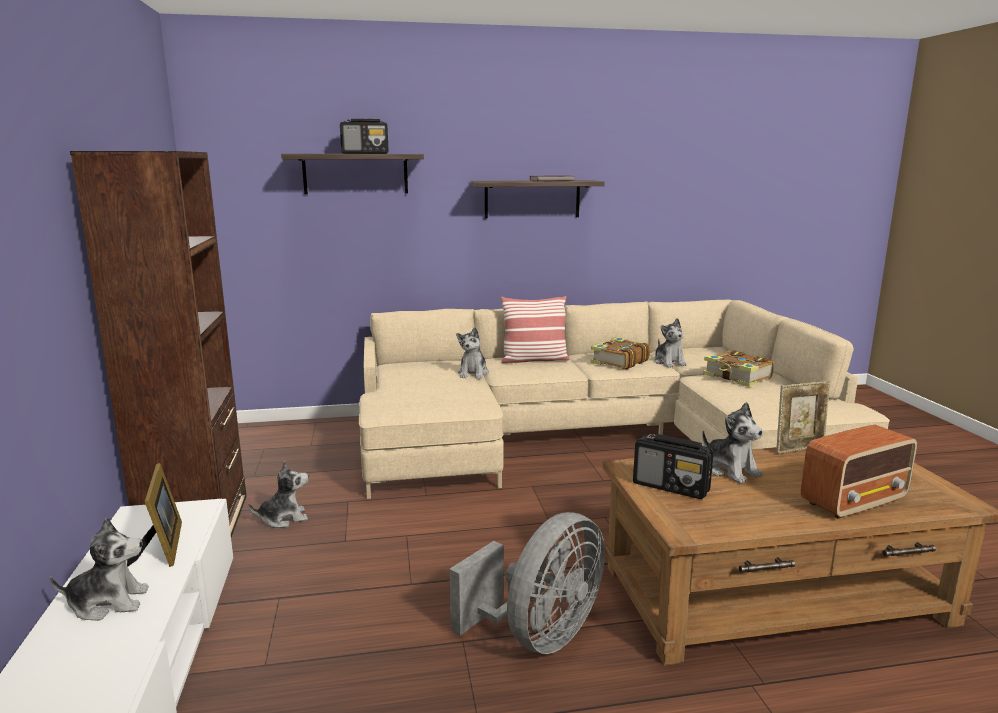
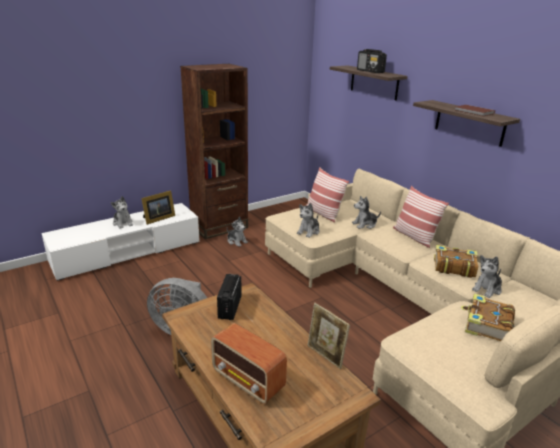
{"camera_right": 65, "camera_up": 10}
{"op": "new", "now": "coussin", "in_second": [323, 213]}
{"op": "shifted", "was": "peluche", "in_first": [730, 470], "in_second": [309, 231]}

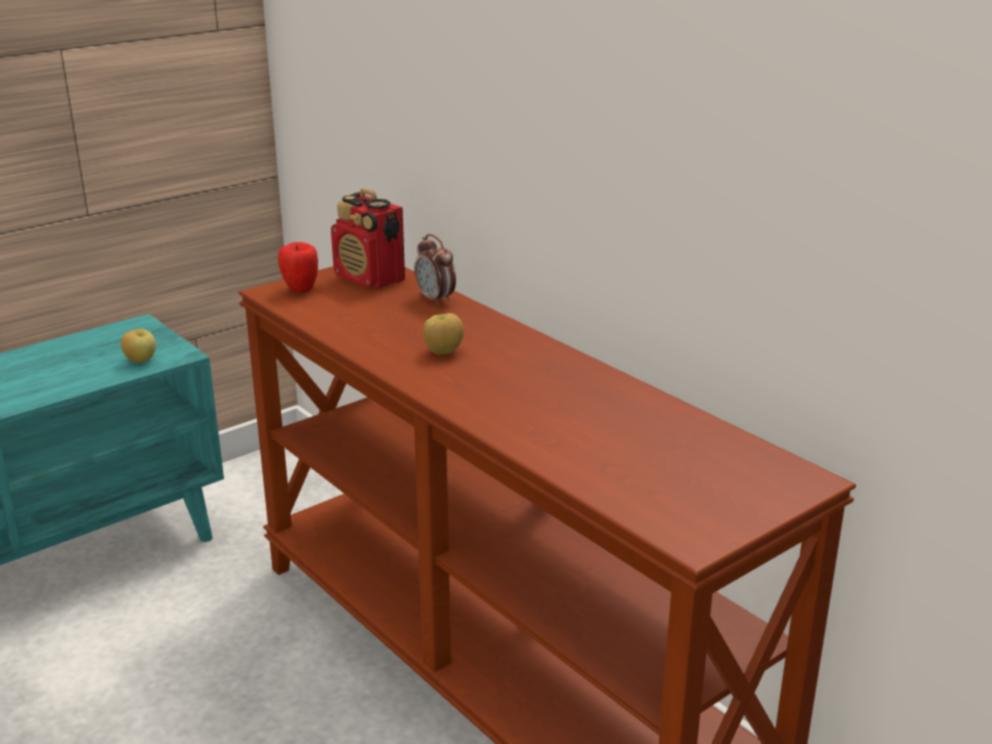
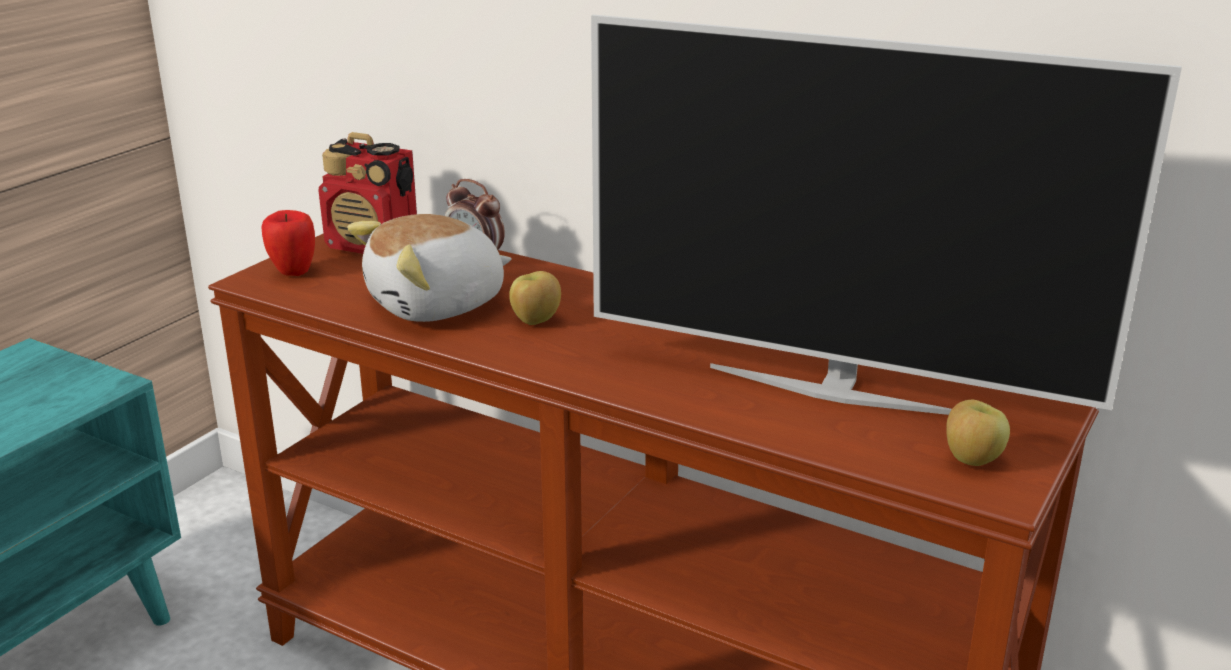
{"camera_right": -20, "camera_up": 0}
{"op": "new", "now": "peluche", "in_second": [438, 305]}
{"op": "new", "now": "téléviseur", "in_second": [836, 389]}
{"op": "shifted", "was": "pomme", "in_first": [141, 361], "in_second": [971, 460]}

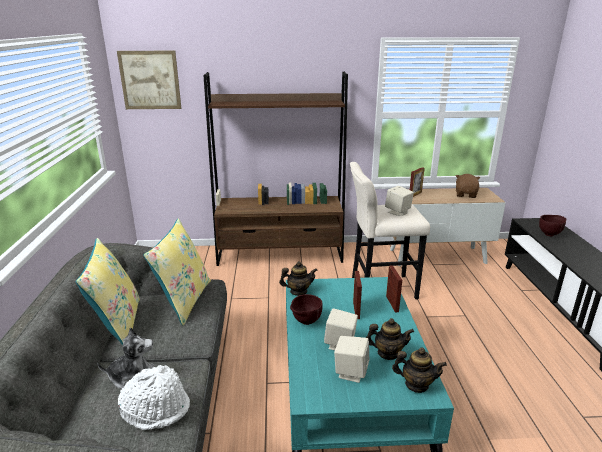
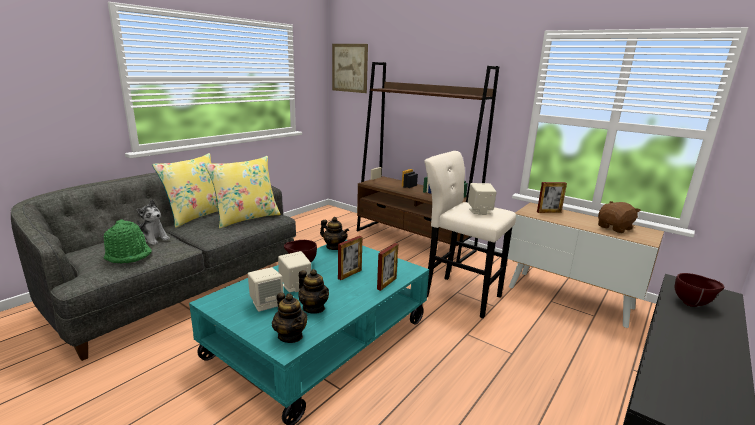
{"camera_right": 40, "camera_up": -5}
{"op": "repainted", "was": "chapeau (blanc)", "now": "chapeau (vert)", "in_first": [156, 409], "in_second": [128, 255]}

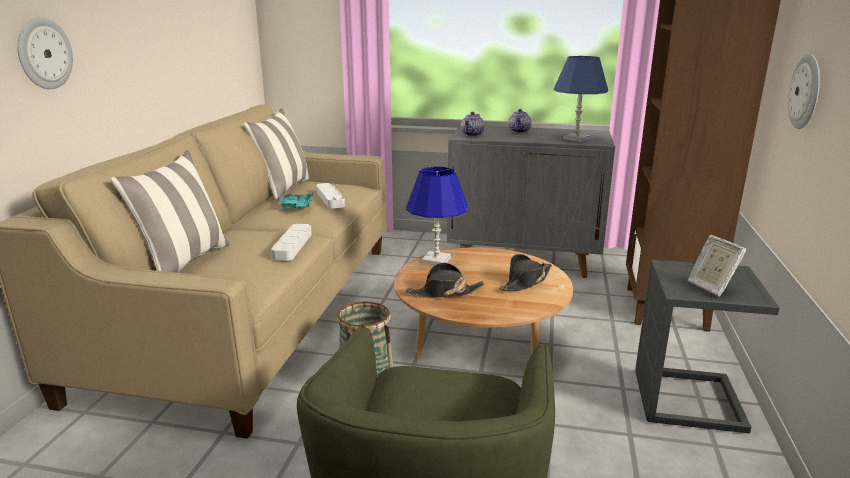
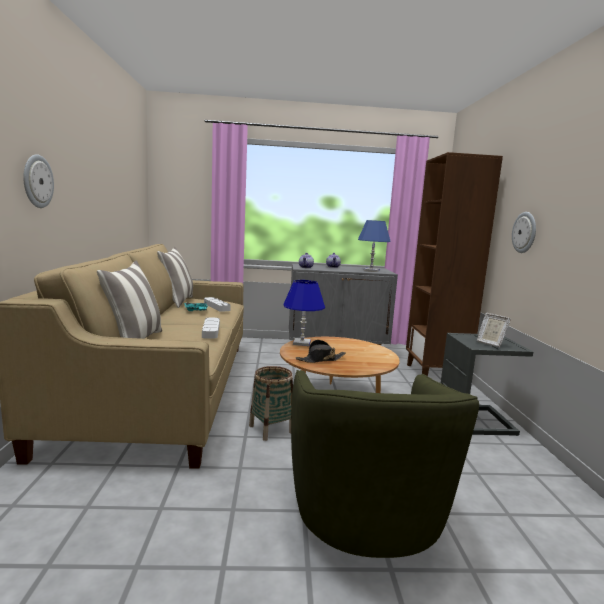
{"camera_right": -15, "camera_up": -10}
{"op": "gone", "was": "chapeau (noir)", "in_first": [525, 282]}

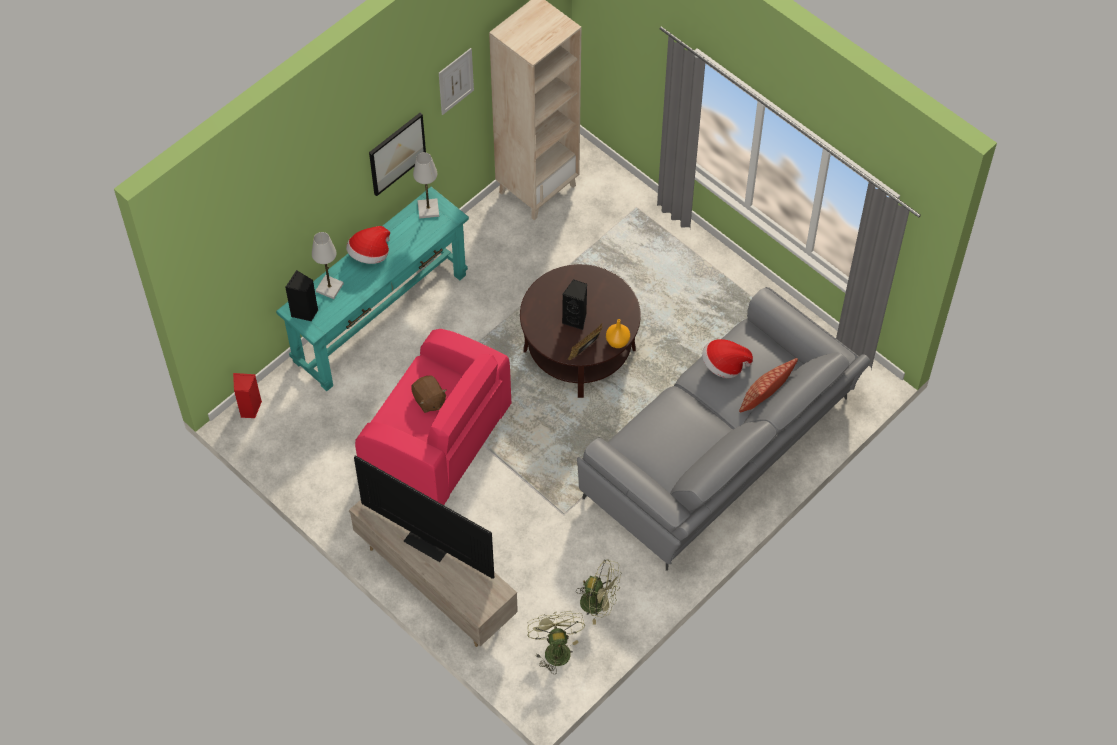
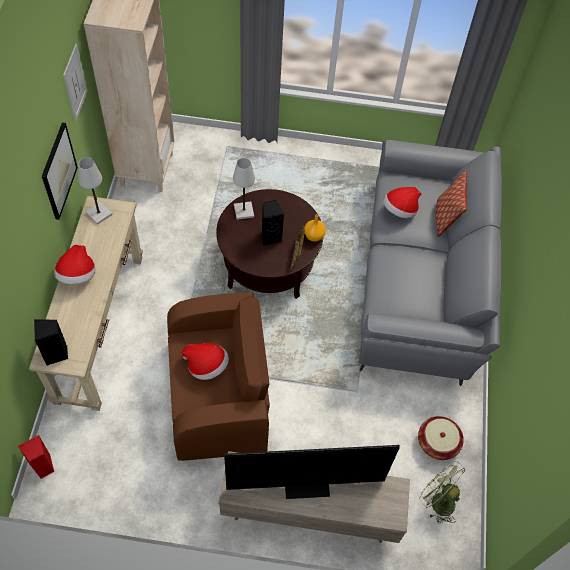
{"camera_right": -40, "camera_up": 0}
{"op": "shifted", "was": "lampe de table (blanc)", "in_first": [329, 287], "in_second": [243, 211]}
{"op": "swapped", "was": "peluche (marron)", "now": "chapeau", "in_first": [429, 400], "in_second": [206, 366]}
{"op": "swapped", "was": "ventilateur (vert)", "now": "panier", "in_first": [599, 603], "in_second": [437, 442]}
{"op": "repainted", "was": "table console (turquoise)", "now": "table console (beige)", "in_first": [380, 318], "in_second": [100, 327]}
{"op": "repainted", "was": "fauteuil (rose)", "now": "fauteuil (marron)", "in_first": [437, 442], "in_second": [219, 396]}

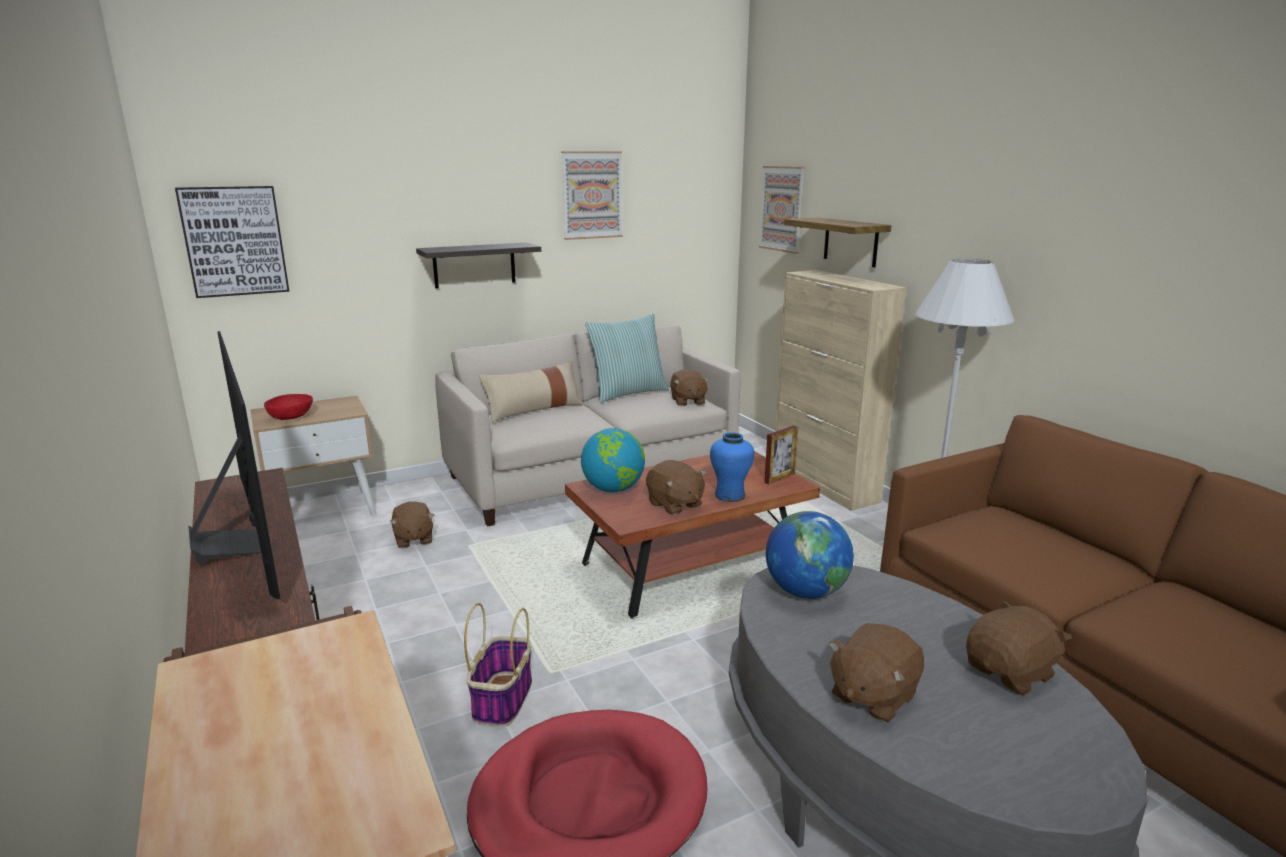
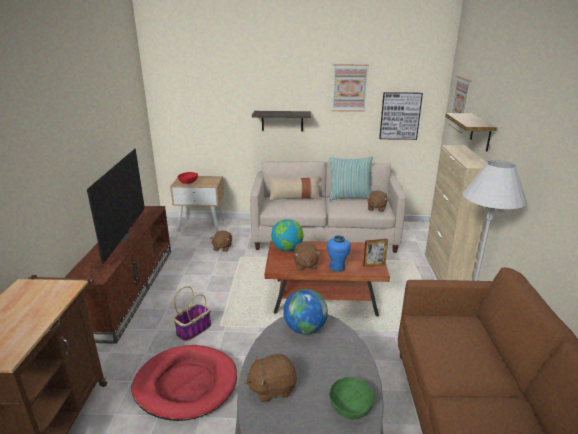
{"camera_right": 30, "camera_up": 5}
{"op": "shifted", "was": "tableau", "in_first": [234, 241], "in_second": [400, 116]}
{"op": "swapped", "was": "peluche (marron)", "now": "bol (vert)", "in_first": [1010, 673], "in_second": [350, 407]}

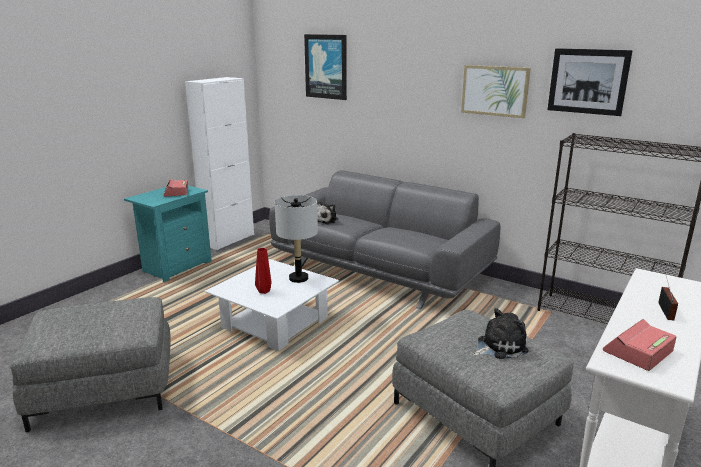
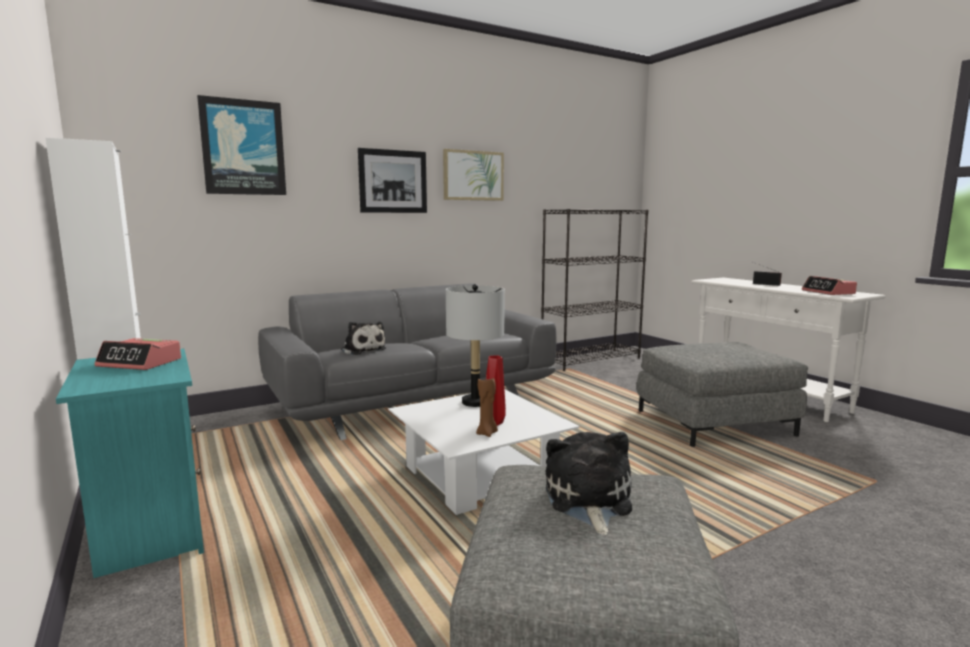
{"camera_right": -65, "camera_up": -10}
{"op": "new", "now": "bougie (marron)", "in_second": [487, 433]}
{"op": "shifted", "was": "peluche", "in_first": [499, 346], "in_second": [588, 501]}
{"op": "shifted", "was": "tableau", "in_first": [588, 81], "in_second": [393, 181]}

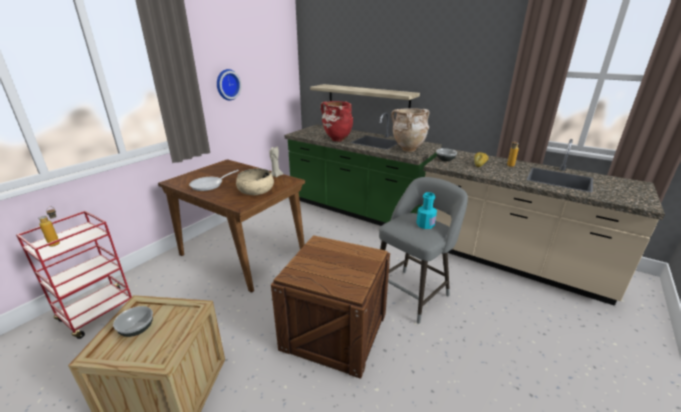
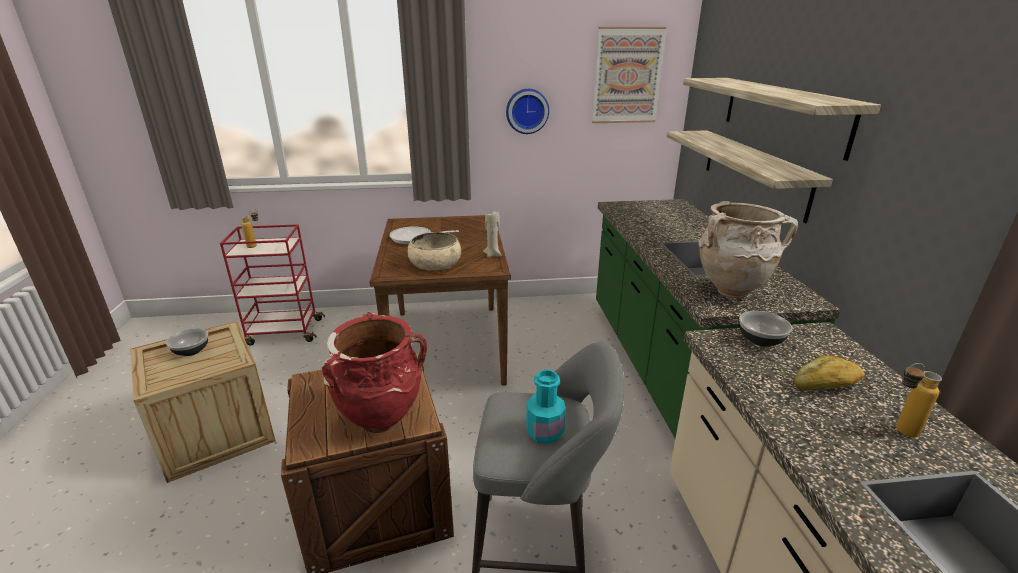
{"camera_right": 50, "camera_up": 0}
{"op": "new", "now": "tableau", "in_second": [627, 76]}
{"op": "new", "now": "étagère", "in_second": [782, 113]}
{"op": "shifted", "was": "vase (rouge)", "in_first": [337, 140], "in_second": [381, 420]}

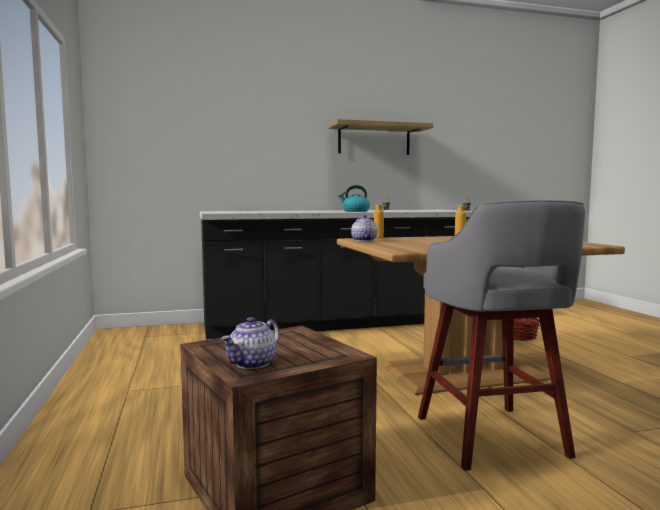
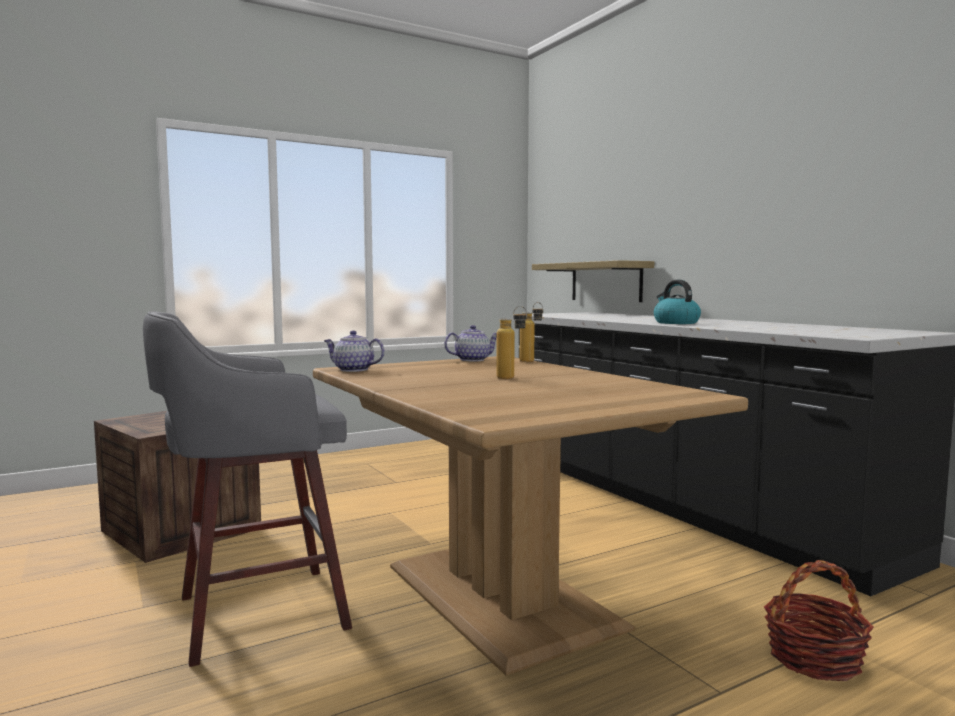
{"camera_right": 75, "camera_up": 0}
{"op": "shifted", "was": "théière", "in_first": [252, 364], "in_second": [353, 370]}
{"op": "shifted", "was": "étagère", "in_first": [374, 140], "in_second": [606, 282]}

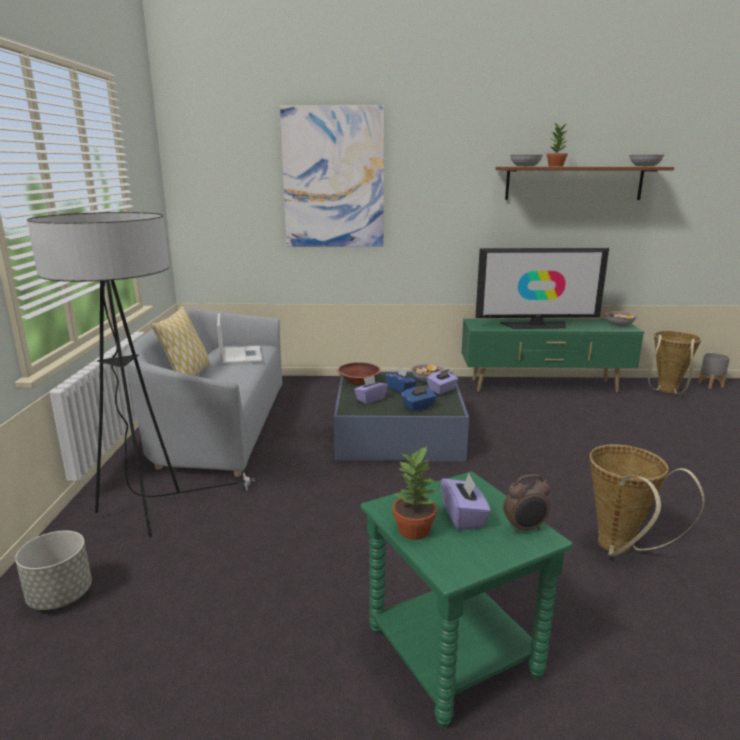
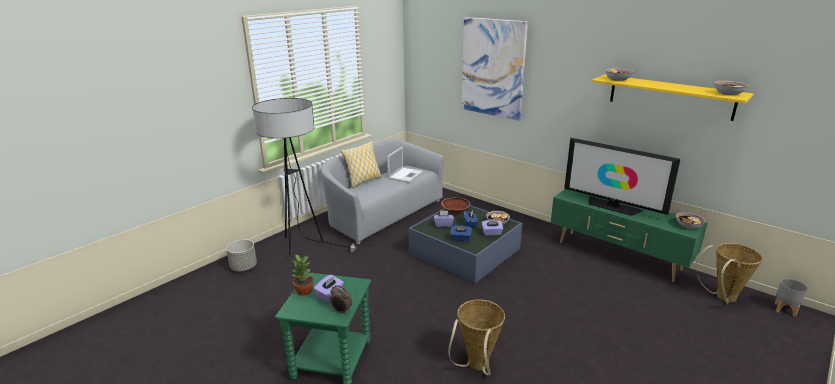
{"camera_right": 40, "camera_up": 5}
{"op": "gone", "was": "plante en pot", "in_first": [555, 166]}
{"op": "repainted", "was": "étagère (marron)", "now": "étagère (jaune)", "in_first": [574, 183], "in_second": [670, 96]}

